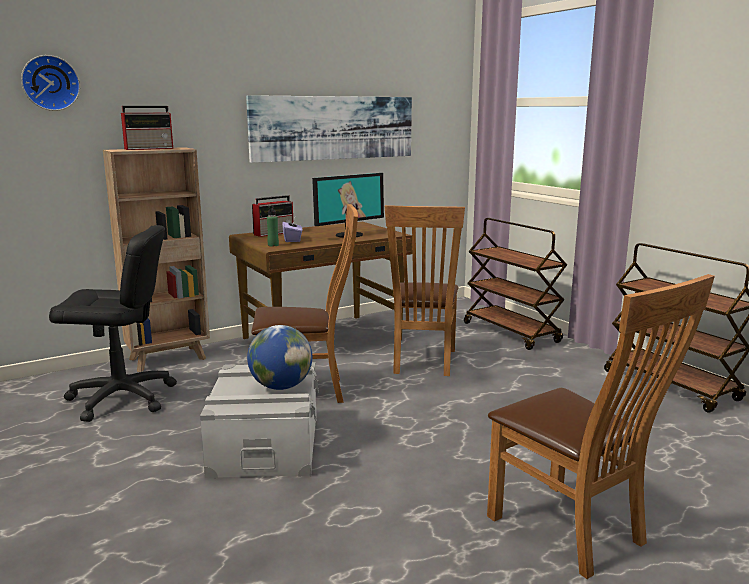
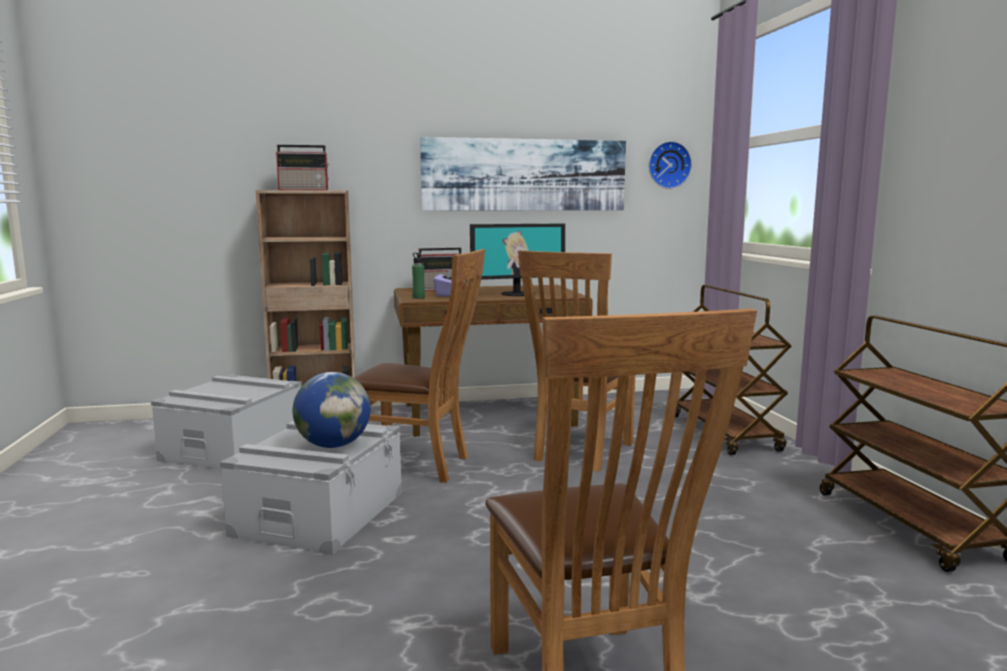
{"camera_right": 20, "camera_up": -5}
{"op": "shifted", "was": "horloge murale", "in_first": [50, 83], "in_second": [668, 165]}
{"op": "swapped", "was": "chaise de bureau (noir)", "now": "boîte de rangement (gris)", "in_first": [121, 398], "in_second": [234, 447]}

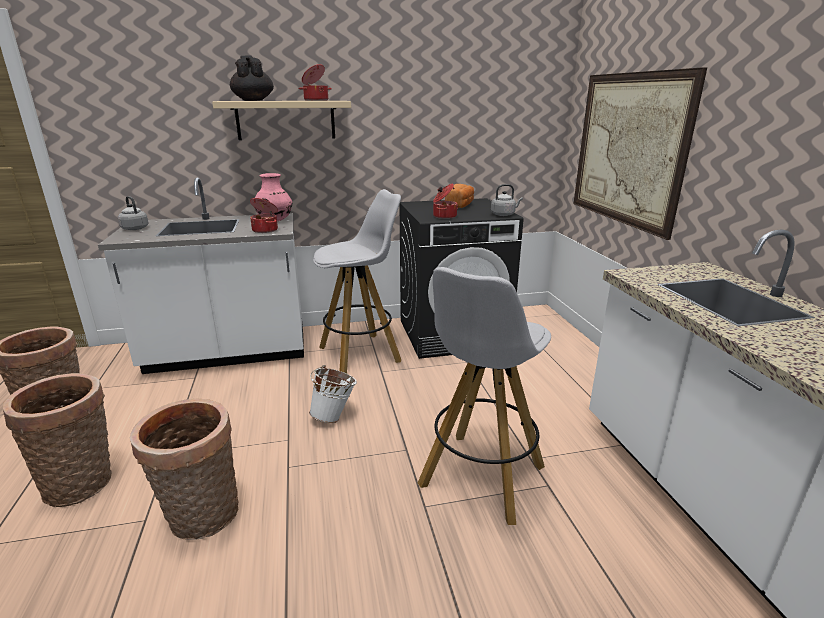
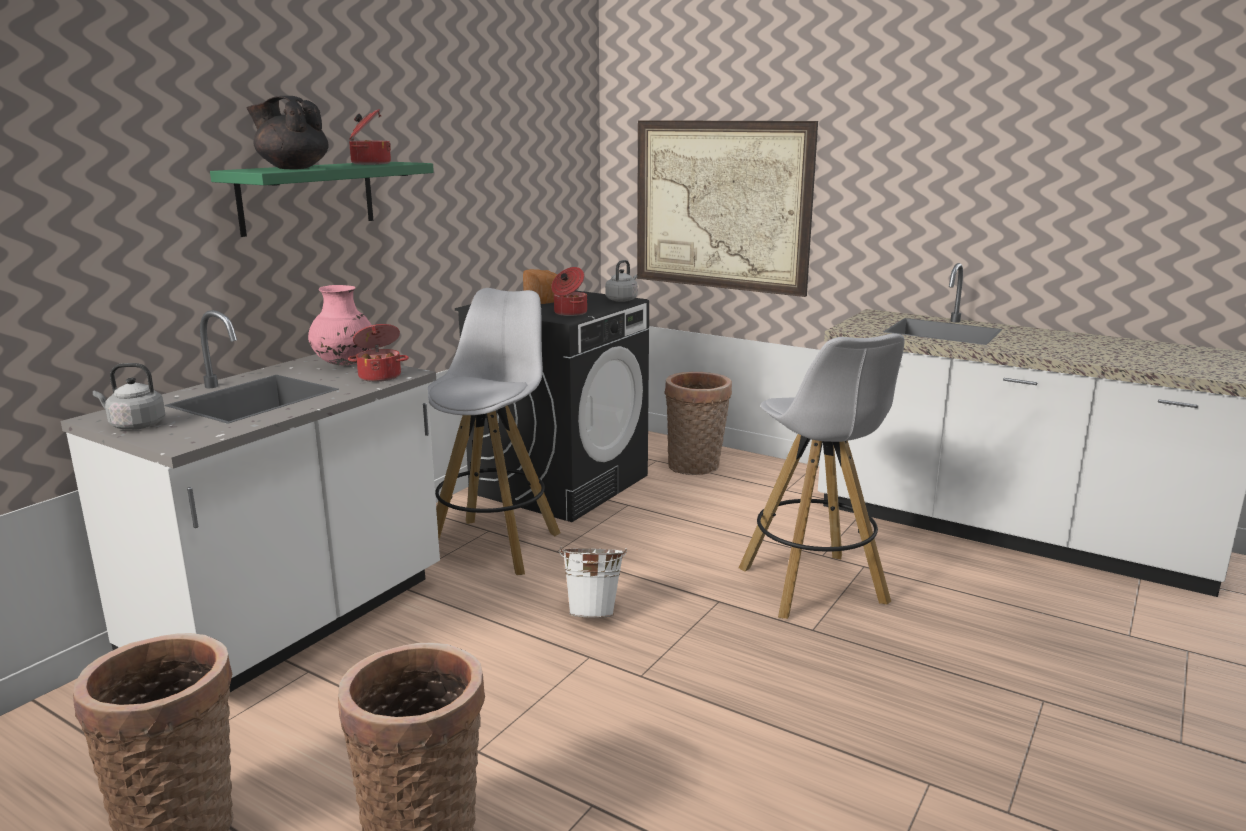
{"camera_right": -45, "camera_up": -5}
{"op": "shifted", "was": "panier", "in_first": [202, 518], "in_second": [696, 467]}
{"op": "repainted", "was": "étagère (beige)", "now": "étagère (vert)", "in_first": [286, 120], "in_second": [307, 197]}

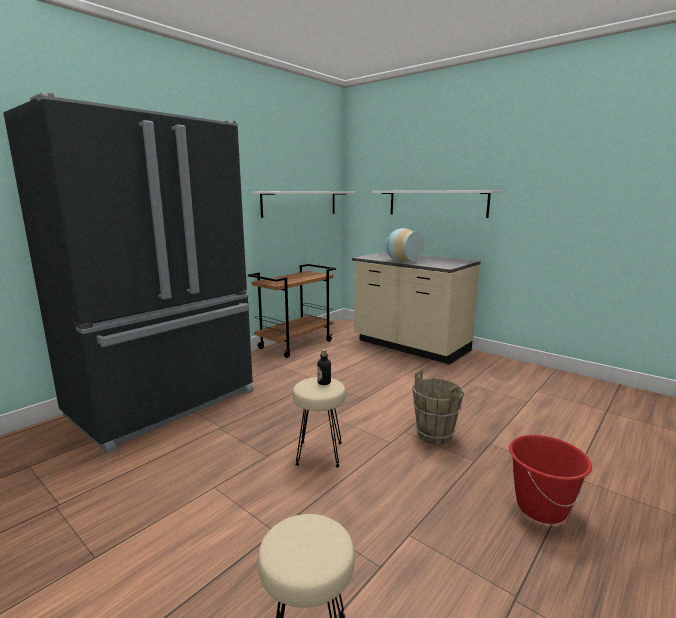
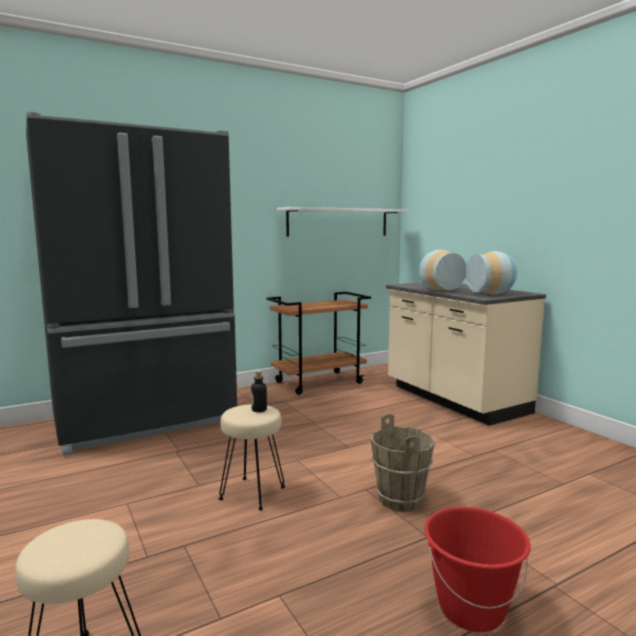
{"camera_right": 20, "camera_up": -5}
{"op": "gone", "was": "étagère (blanc)", "in_first": [436, 203]}
{"op": "new", "now": "vase", "in_second": [492, 294]}

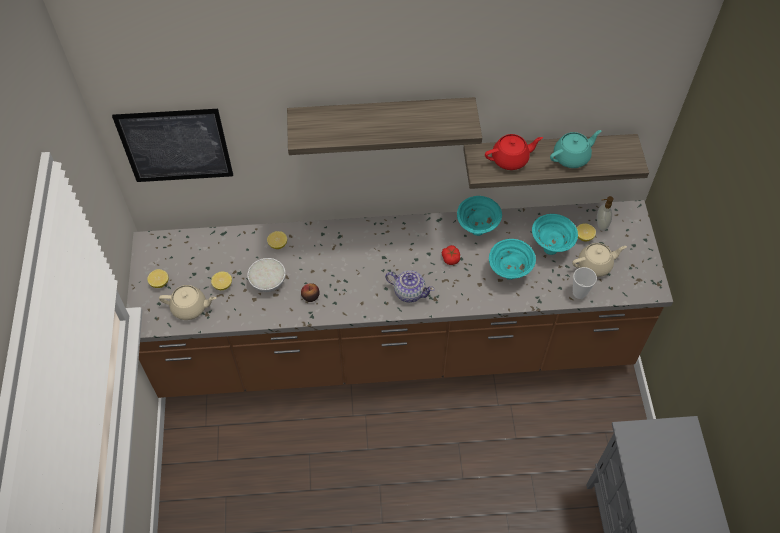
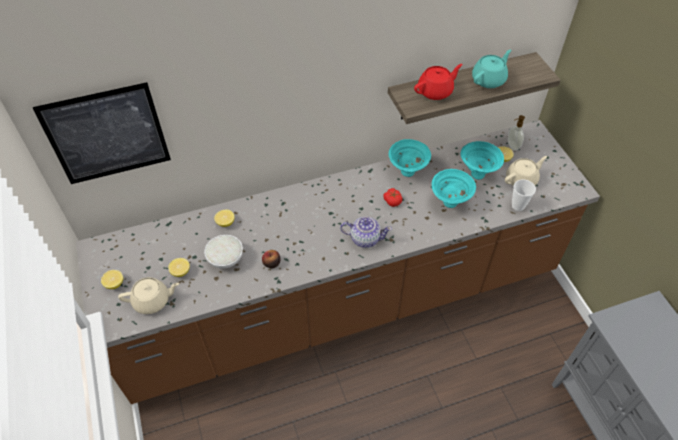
{"camera_right": -15, "camera_up": -5}
{"op": "gone", "was": "étagère", "in_first": [381, 120]}

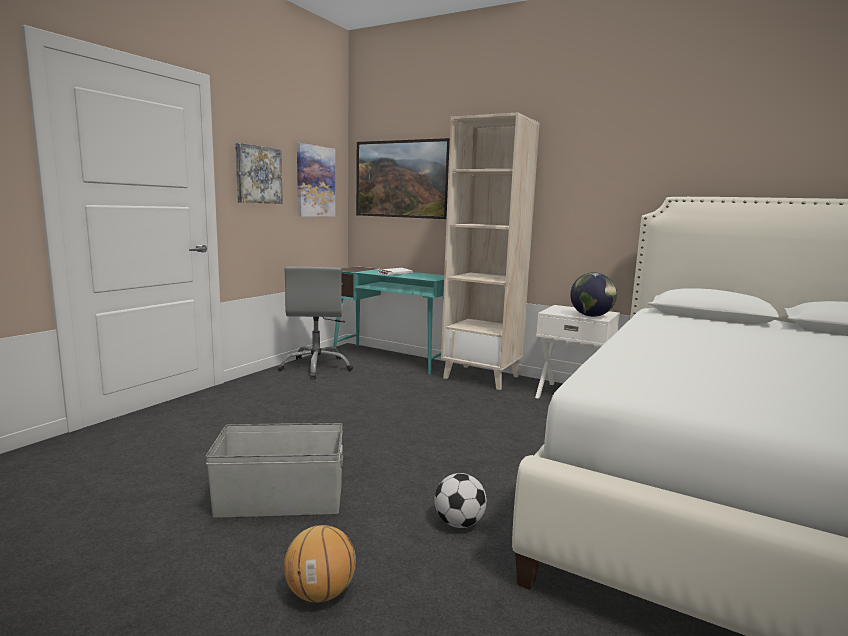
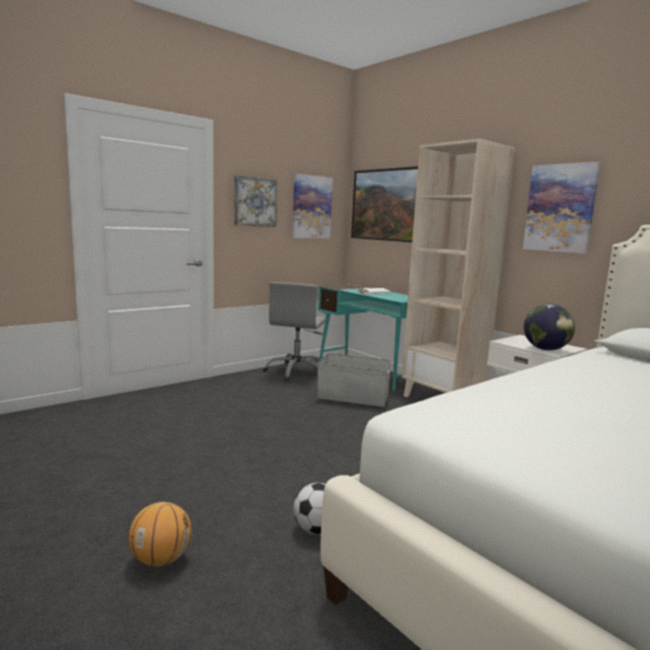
{"camera_right": 20, "camera_up": 0}
{"op": "new", "now": "tableau", "in_second": [560, 208]}
{"op": "shifted", "was": "boîte de rangement (gris)", "in_first": [280, 499], "in_second": [352, 397]}

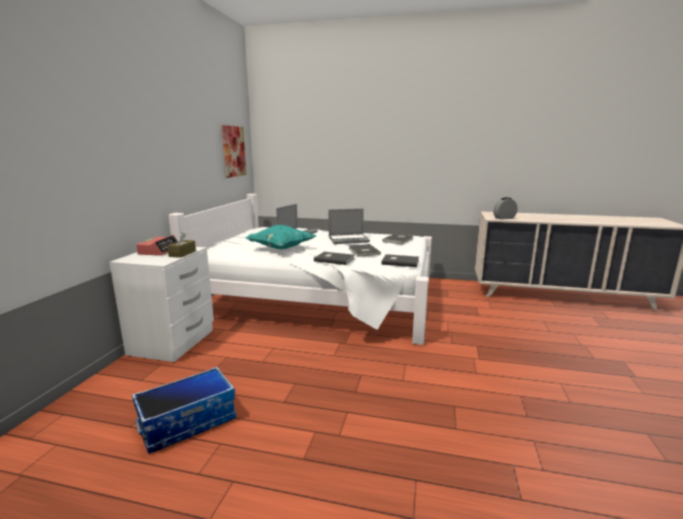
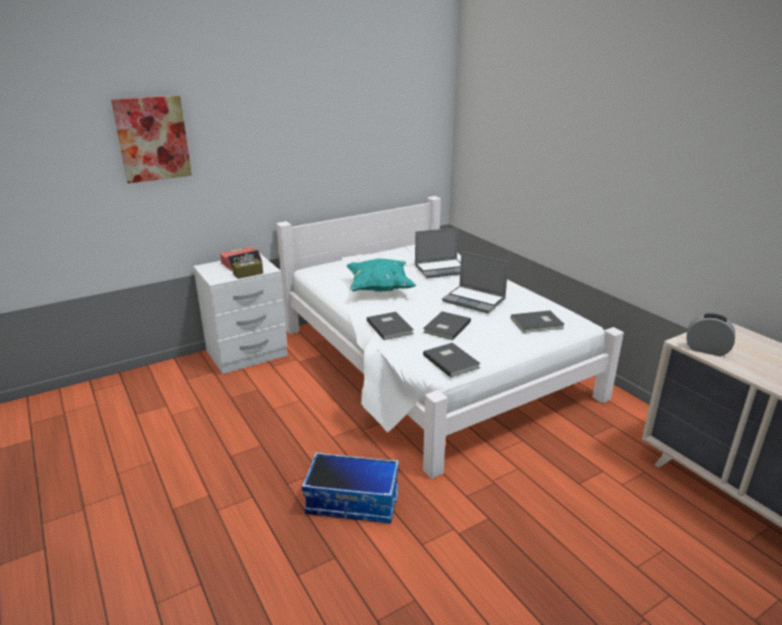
{"camera_right": 45, "camera_up": 10}
{"op": "shifted", "was": "boîte de rangement", "in_first": [188, 422], "in_second": [353, 501]}
{"op": "shifted", "was": "tableau", "in_first": [233, 151], "in_second": [153, 139]}

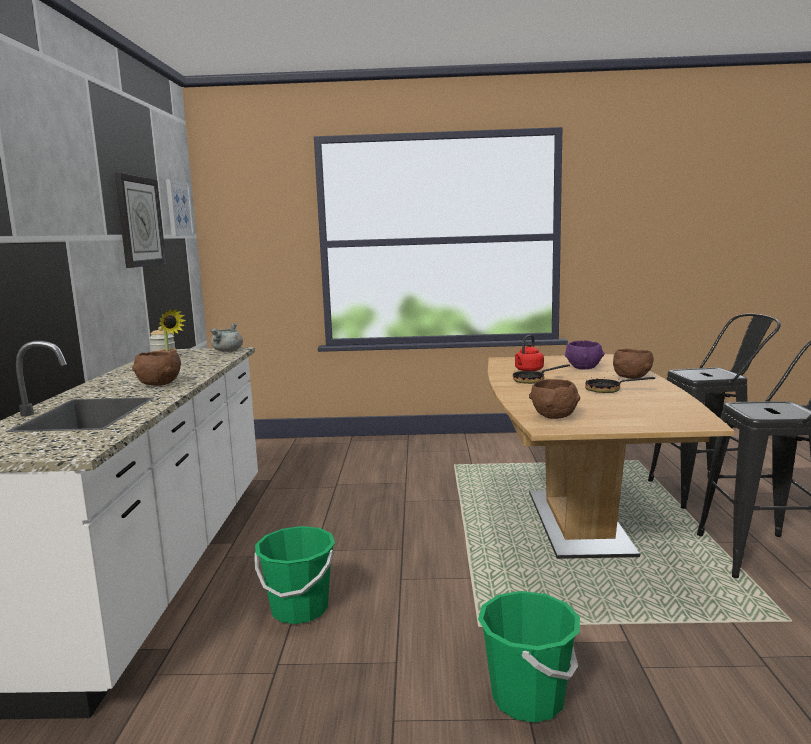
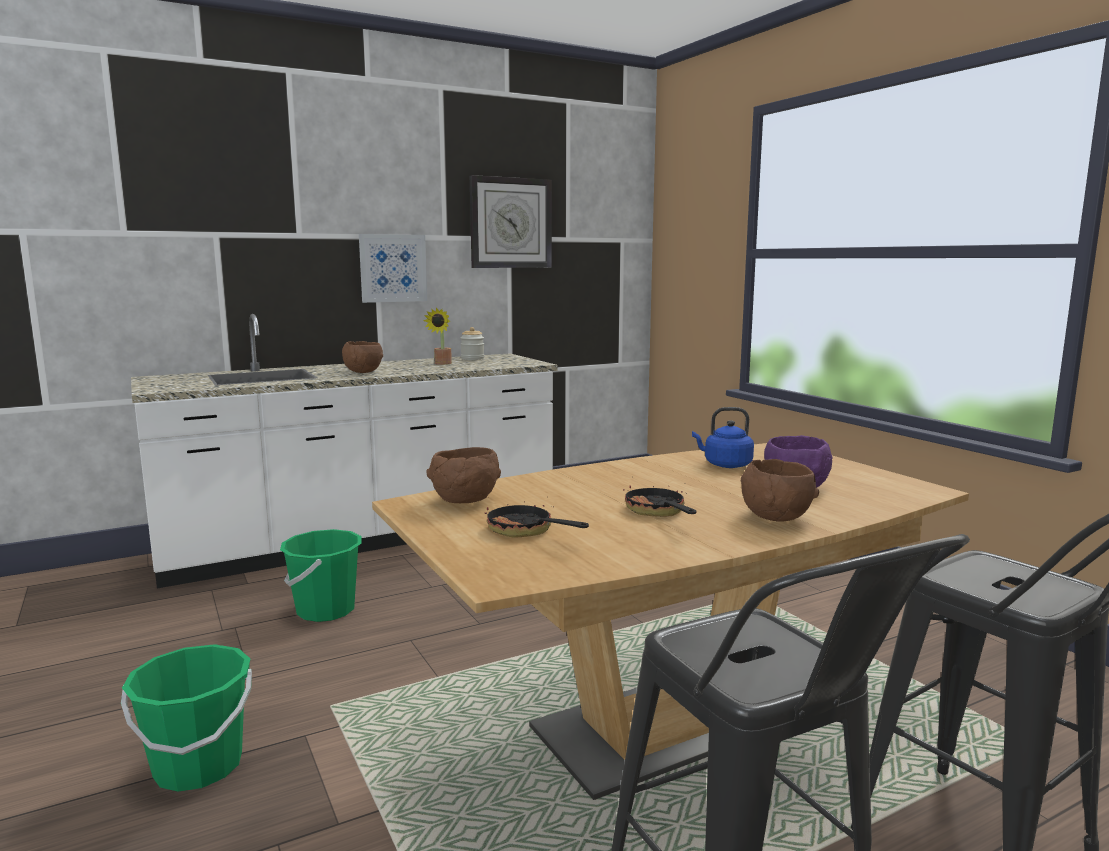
{"camera_right": 60, "camera_up": 0}
{"op": "gone", "was": "marmite (gris)", "in_first": [227, 351]}
{"op": "shifted", "was": "tableau", "in_first": [178, 208], "in_second": [393, 268]}
{"op": "shifted", "was": "poêle", "in_first": [533, 381], "in_second": [526, 532]}
{"op": "repainted", "was": "bouilloire (rouge)", "now": "bouilloire (bleu)", "in_first": [528, 370], "in_second": [725, 465]}

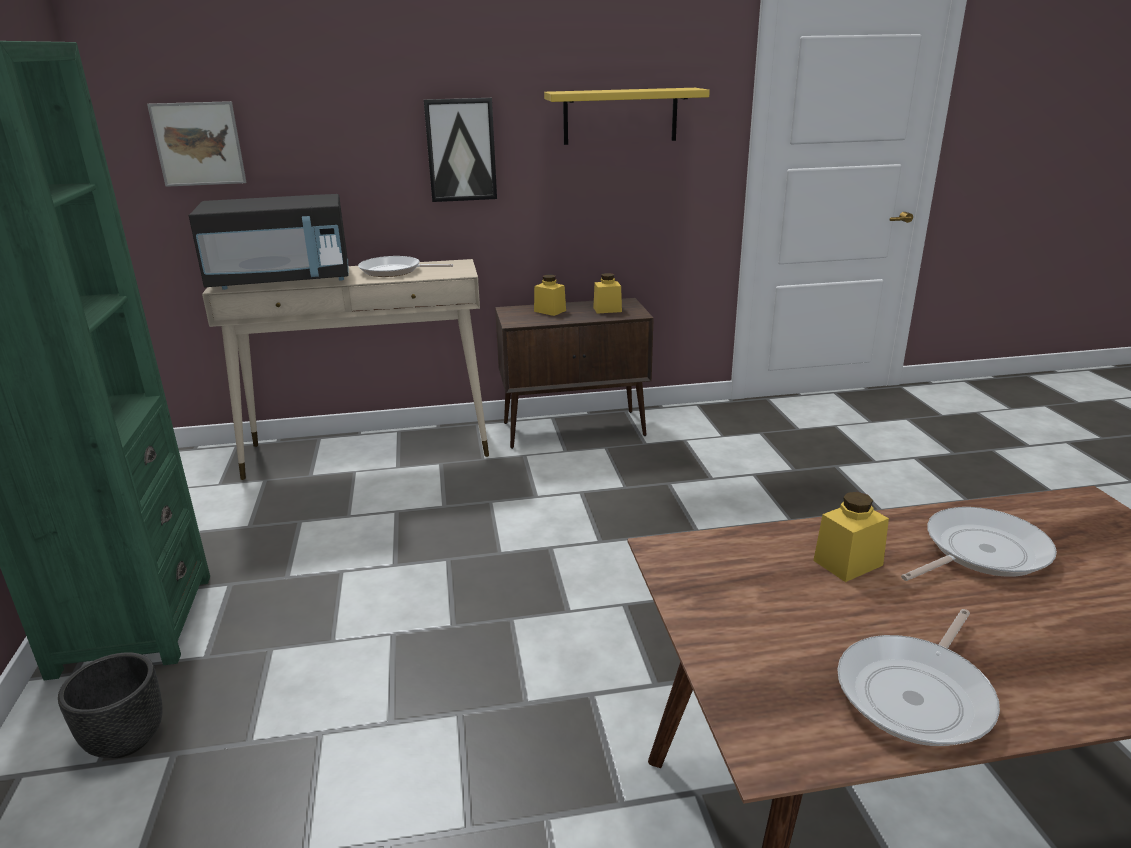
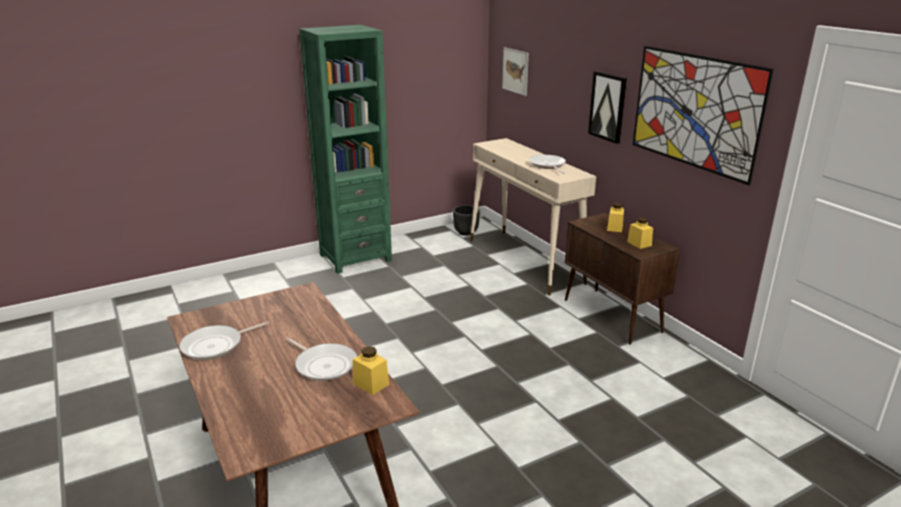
{"camera_right": 70, "camera_up": 0}
{"op": "gone", "was": "micro-ondes (noir)", "in_first": [282, 281]}
{"op": "shifted", "was": "cache-pot (noir)", "in_first": [126, 739], "in_second": [466, 232]}
{"op": "shifted", "was": "bocal (jaune)", "in_first": [848, 563], "in_second": [371, 384]}
{"op": "swapped", "was": "étagère (jaune)", "now": "tableau", "in_first": [620, 116], "in_second": [695, 111]}
{"op": "rotated", "was": "poêle", "in_first": [917, 694], "in_second": [216, 346], "clockwise": -60}

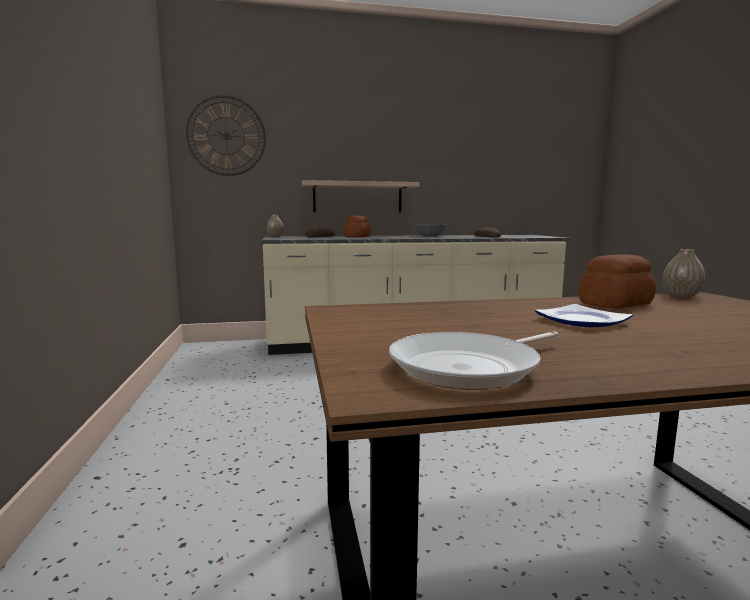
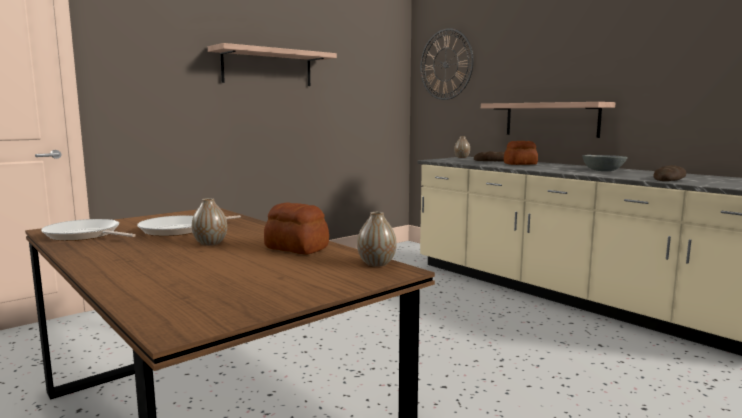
{"camera_right": 60, "camera_up": 0}
{"op": "new", "now": "poêle", "in_second": [179, 230]}
{"op": "new", "now": "étagère", "in_second": [267, 68]}
{"op": "swapped", "was": "assiette", "now": "vase", "in_first": [579, 321], "in_second": [210, 243]}

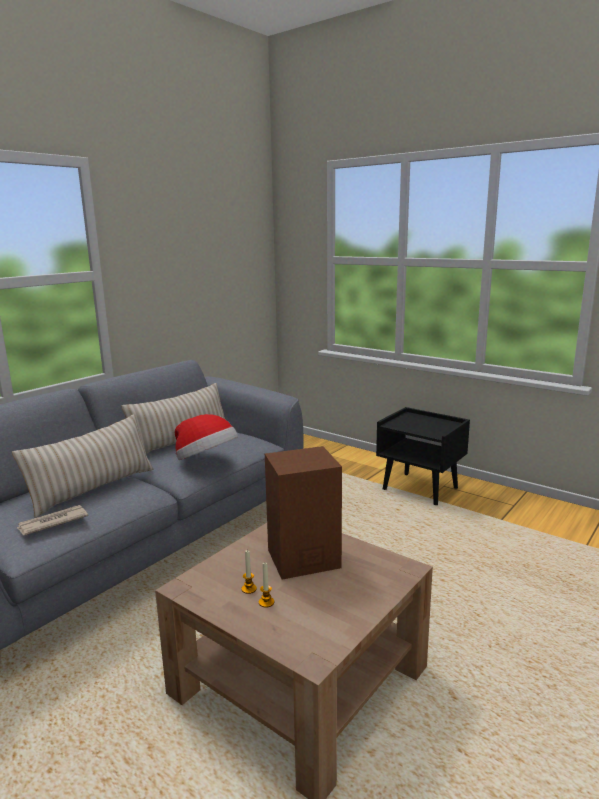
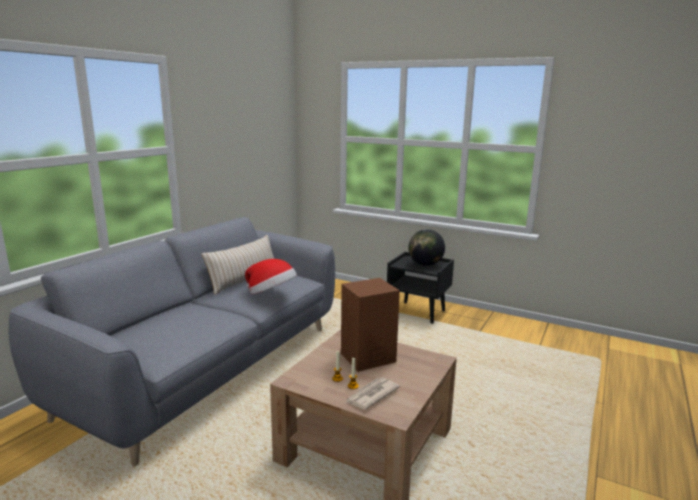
{"camera_right": -10, "camera_up": 0}
{"op": "gone", "was": "coussin (beige)", "in_first": [93, 489]}
{"op": "new", "now": "globe", "in_second": [425, 264]}
{"op": "shifted", "was": "journal", "in_first": [52, 522], "in_second": [371, 395]}

